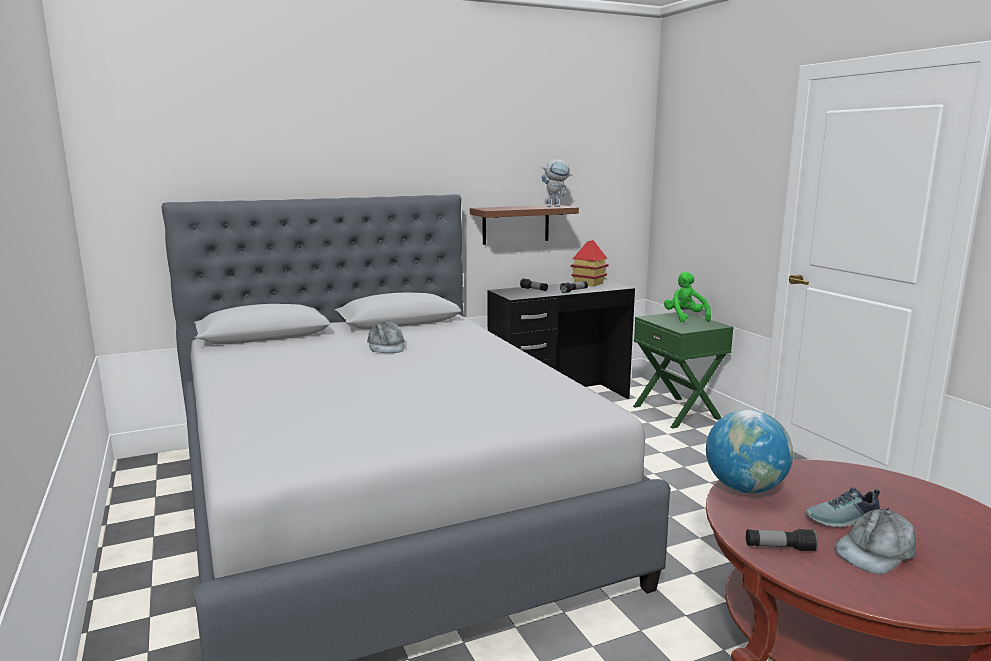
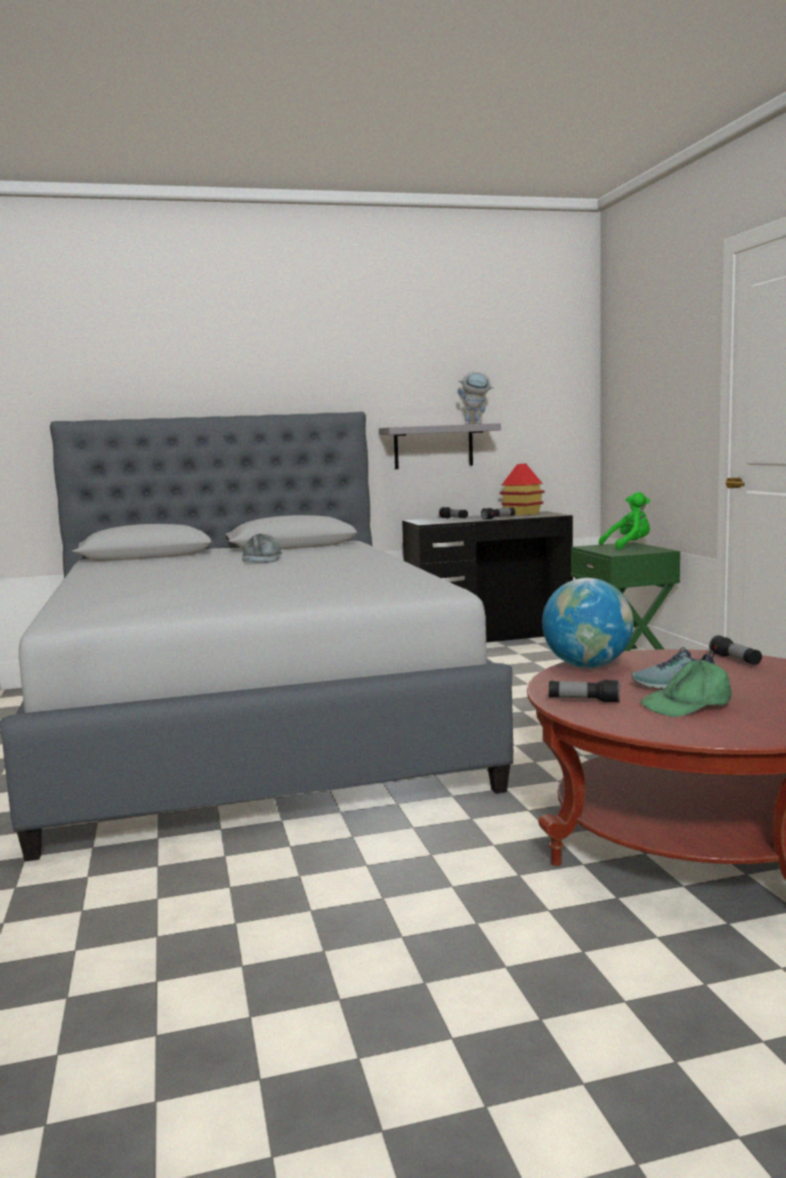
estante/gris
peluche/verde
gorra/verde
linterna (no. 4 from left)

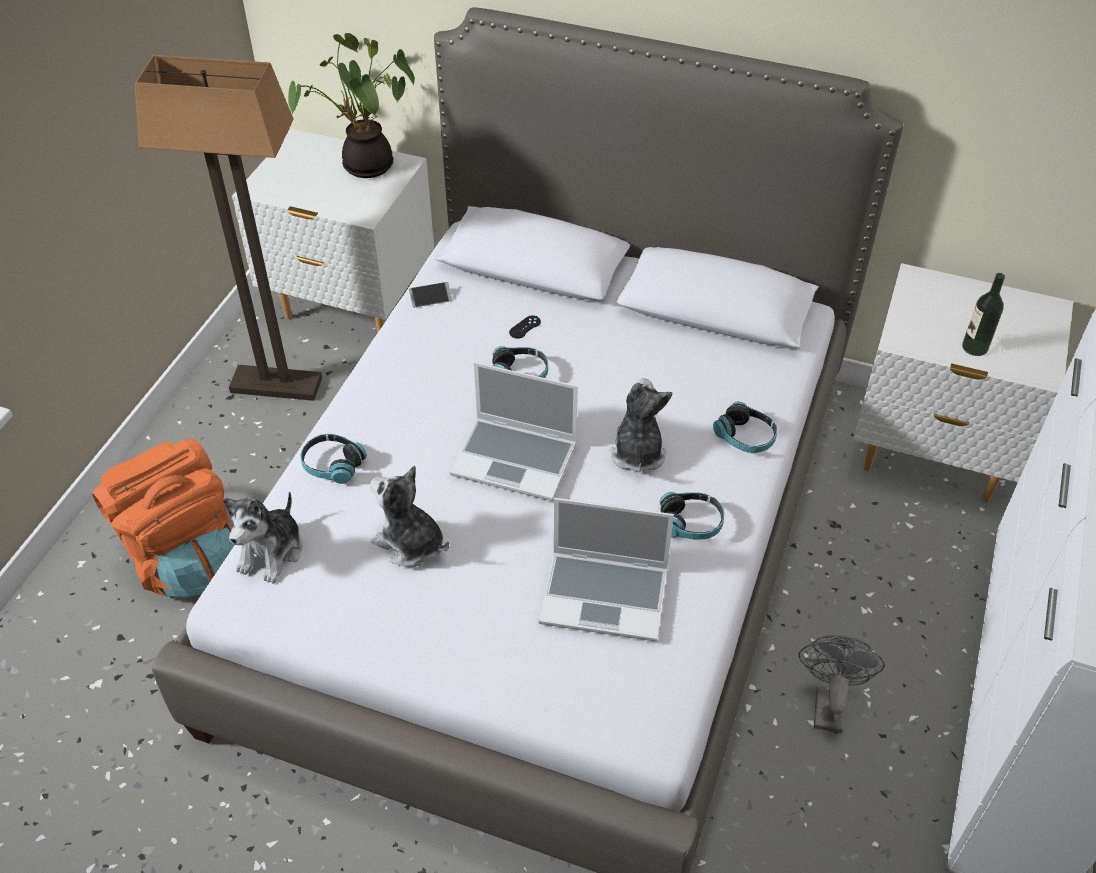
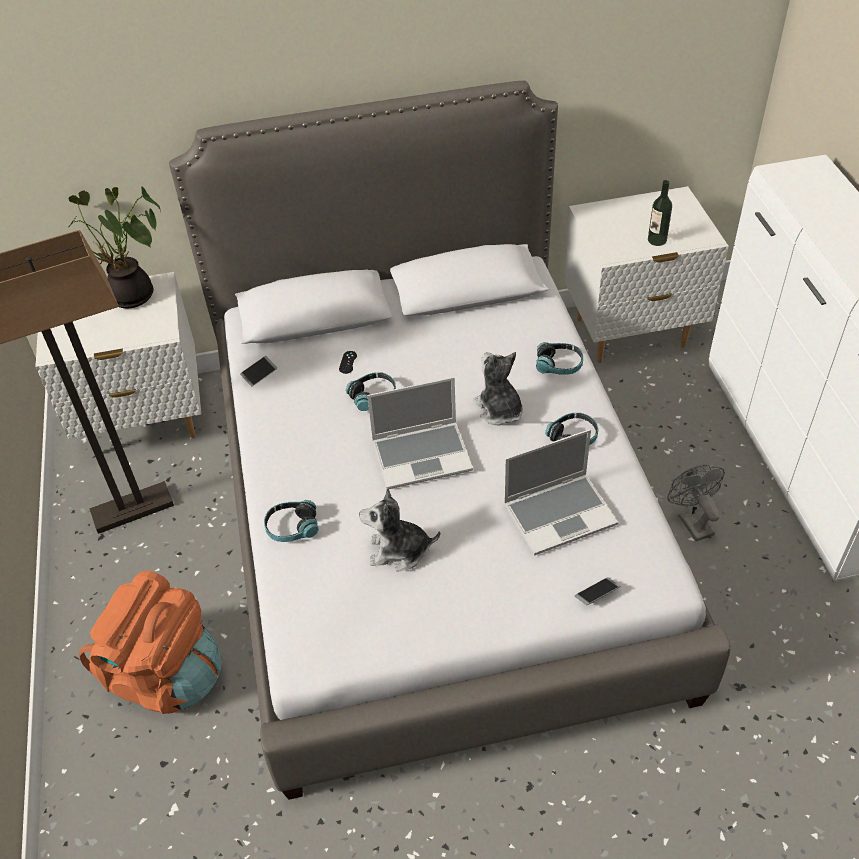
peluche (no. 1 from left in the first image)
móvil (no. 2 from left)

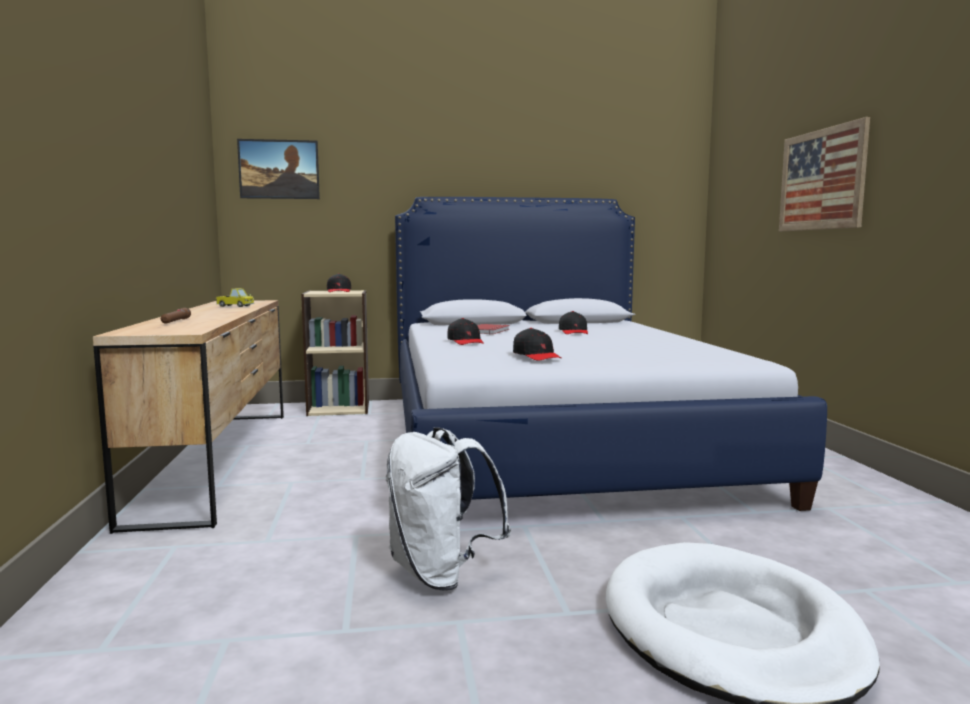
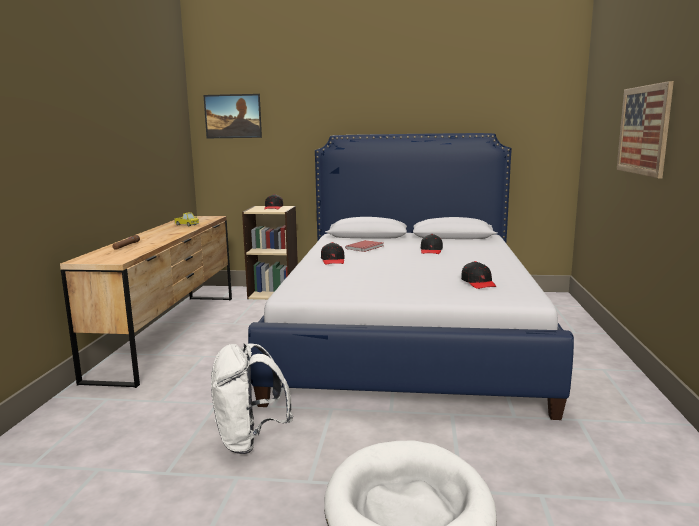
gorra/negro (no. 4 from left)

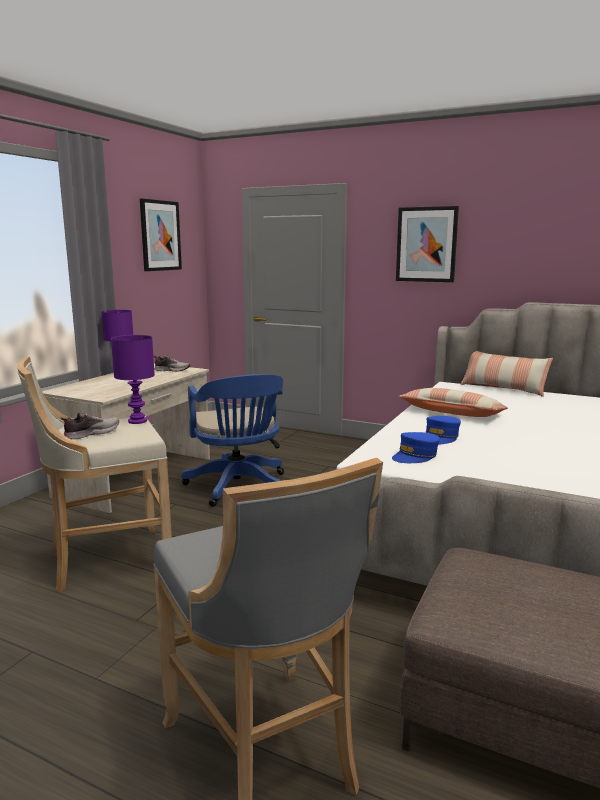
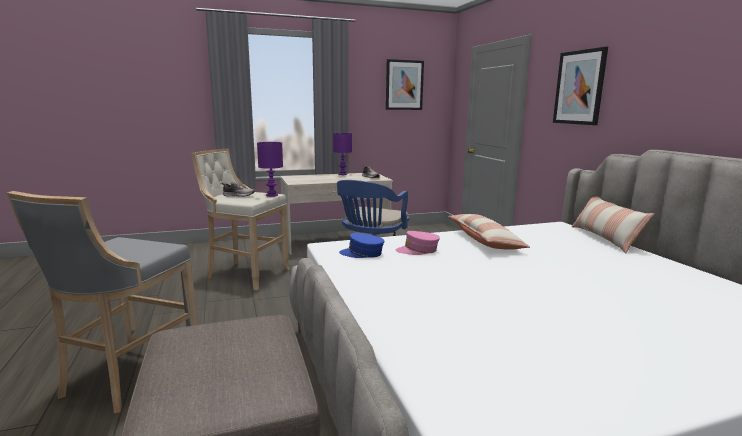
gorra/rosa

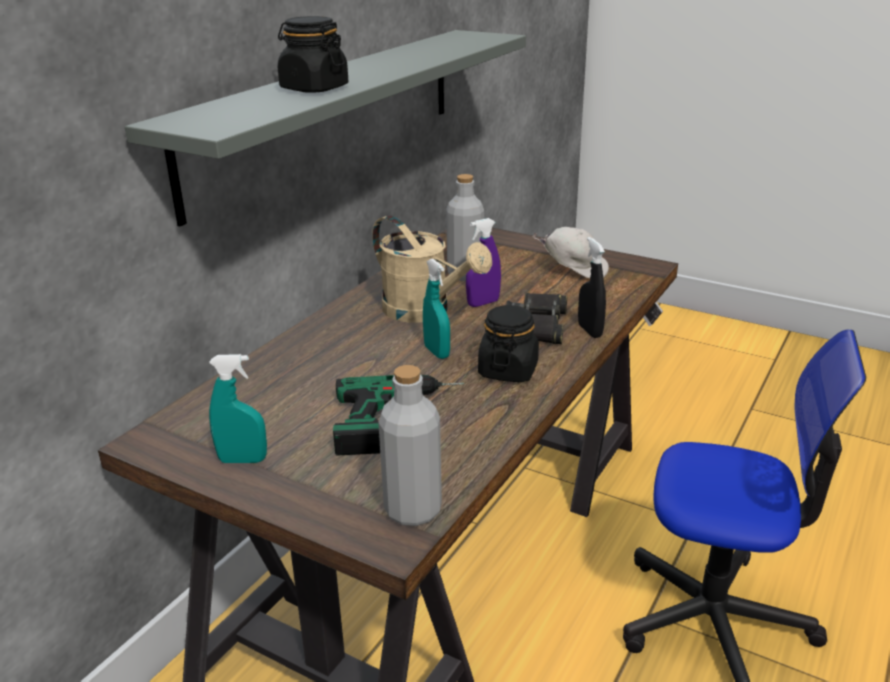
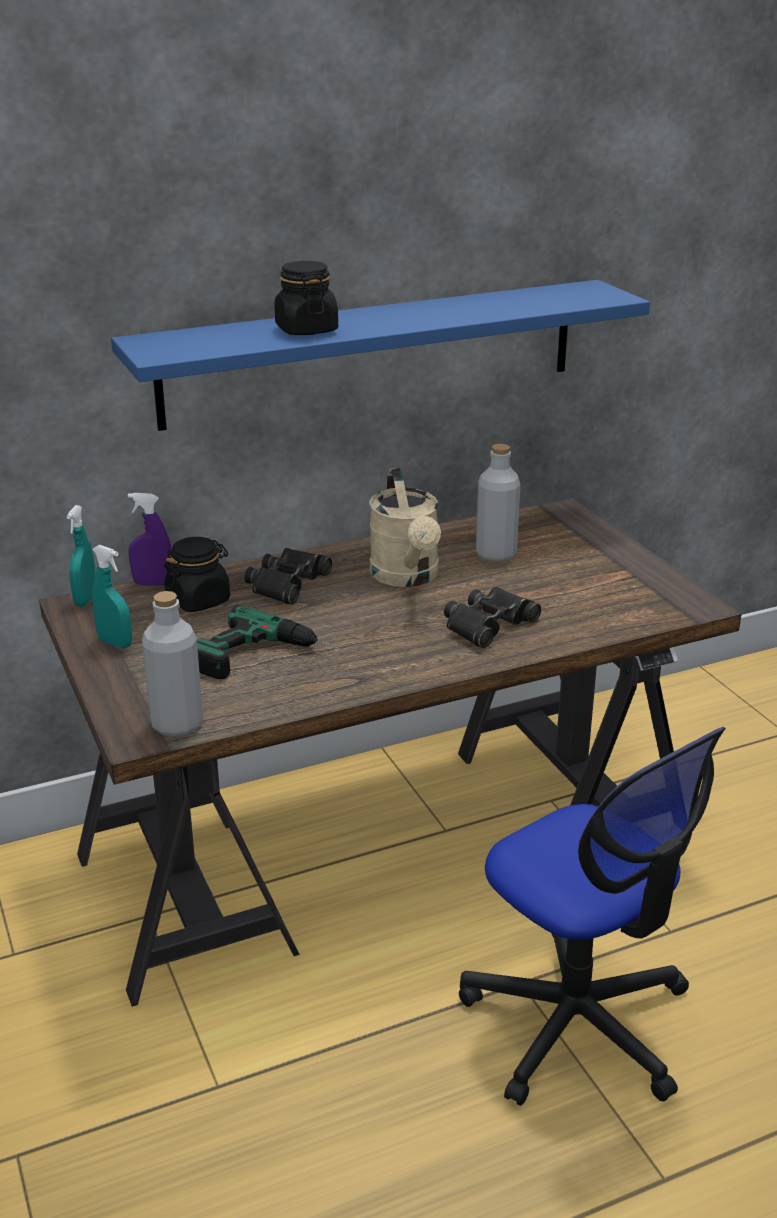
estante/azul
pulverizador/morado
gorra/blanco
pulverizador/negro
pulverizador/turquesa (no. 1 from left)
tarro/negro (no. 1 from left)
prismáticos/negro (no. 1 from left)

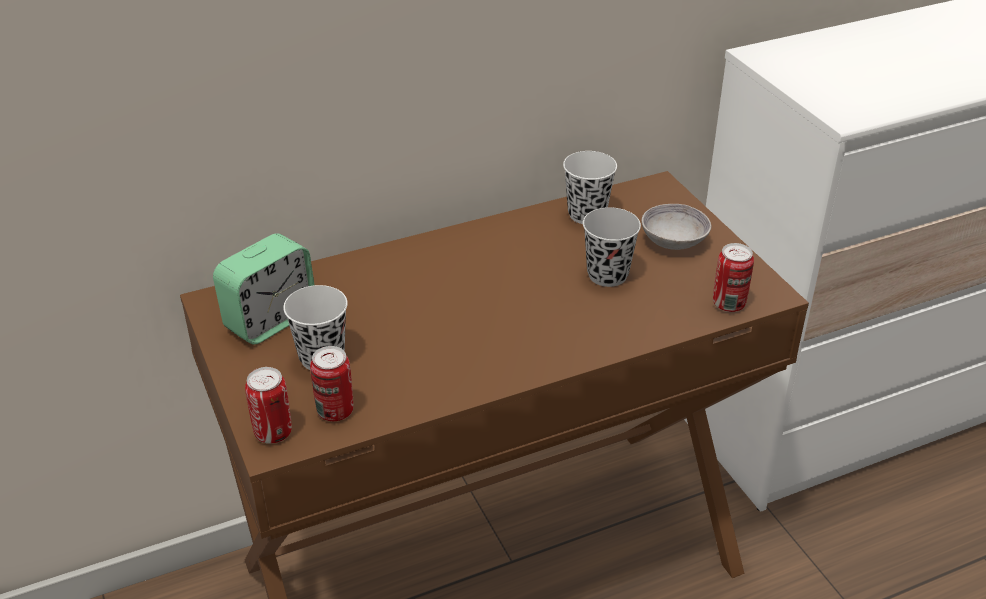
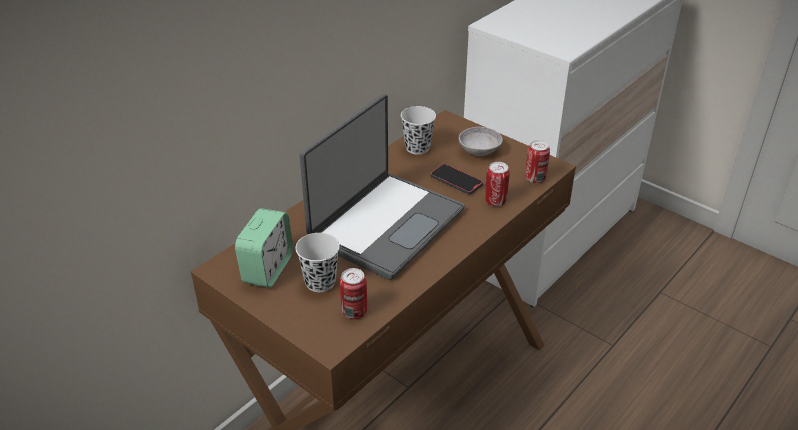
móvil
lata (no. 2 from left)
portátil

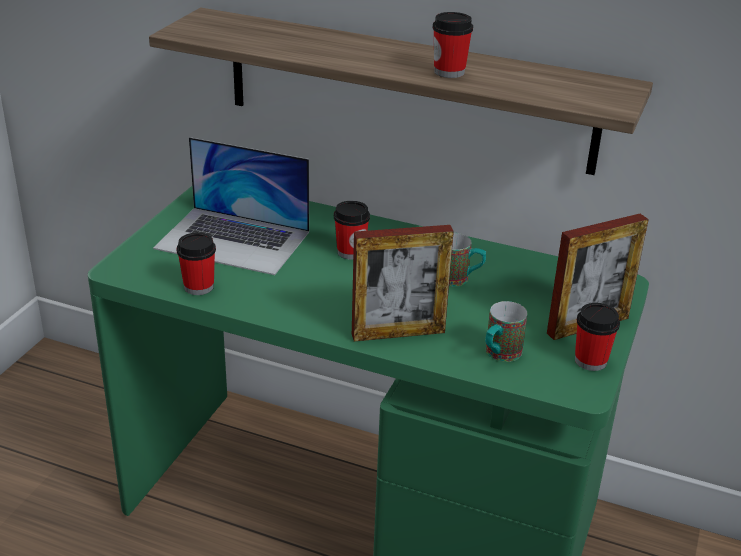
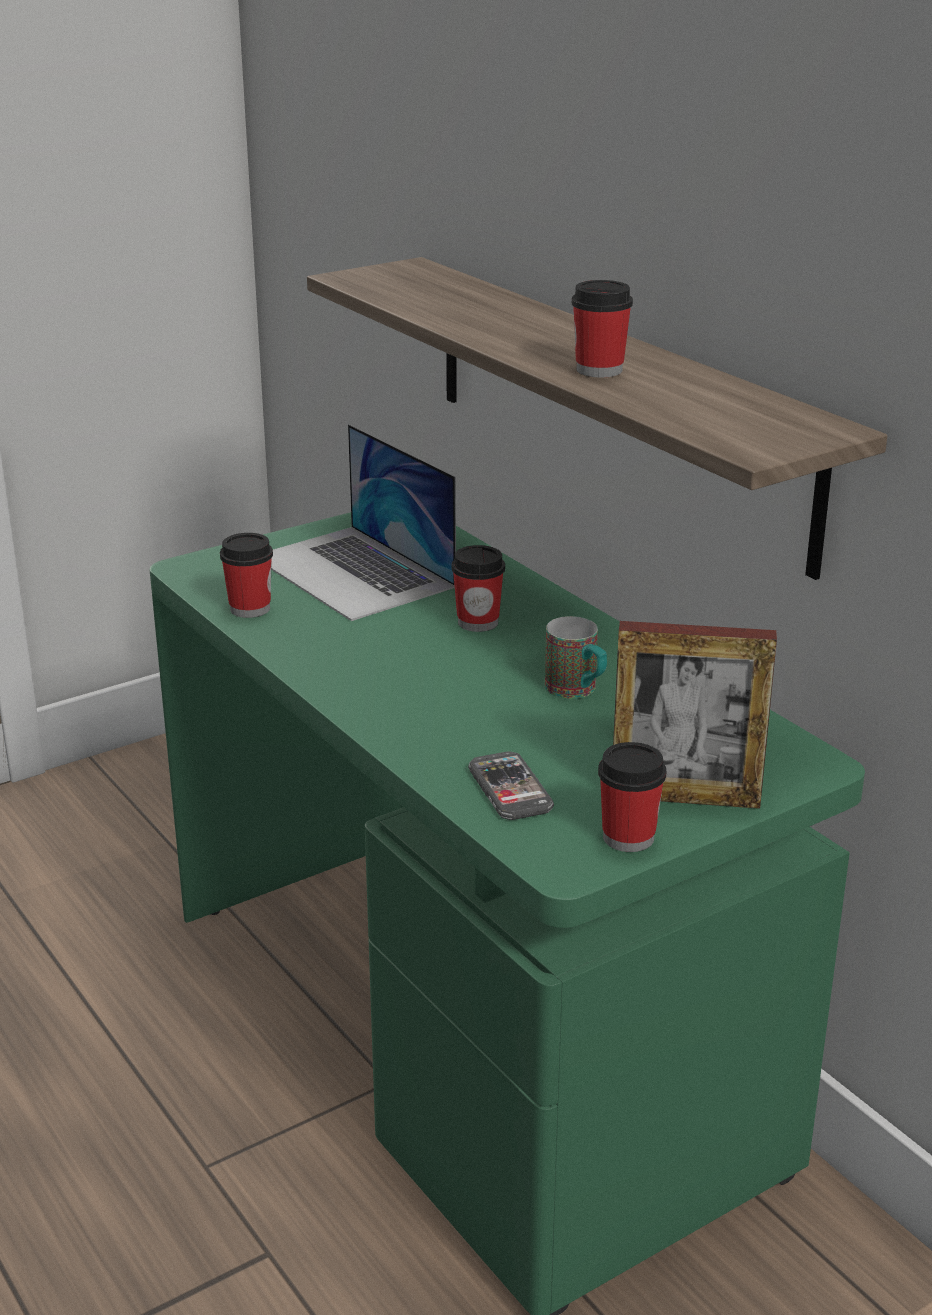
portarretratos (no. 1 from left in the first image)
móvil

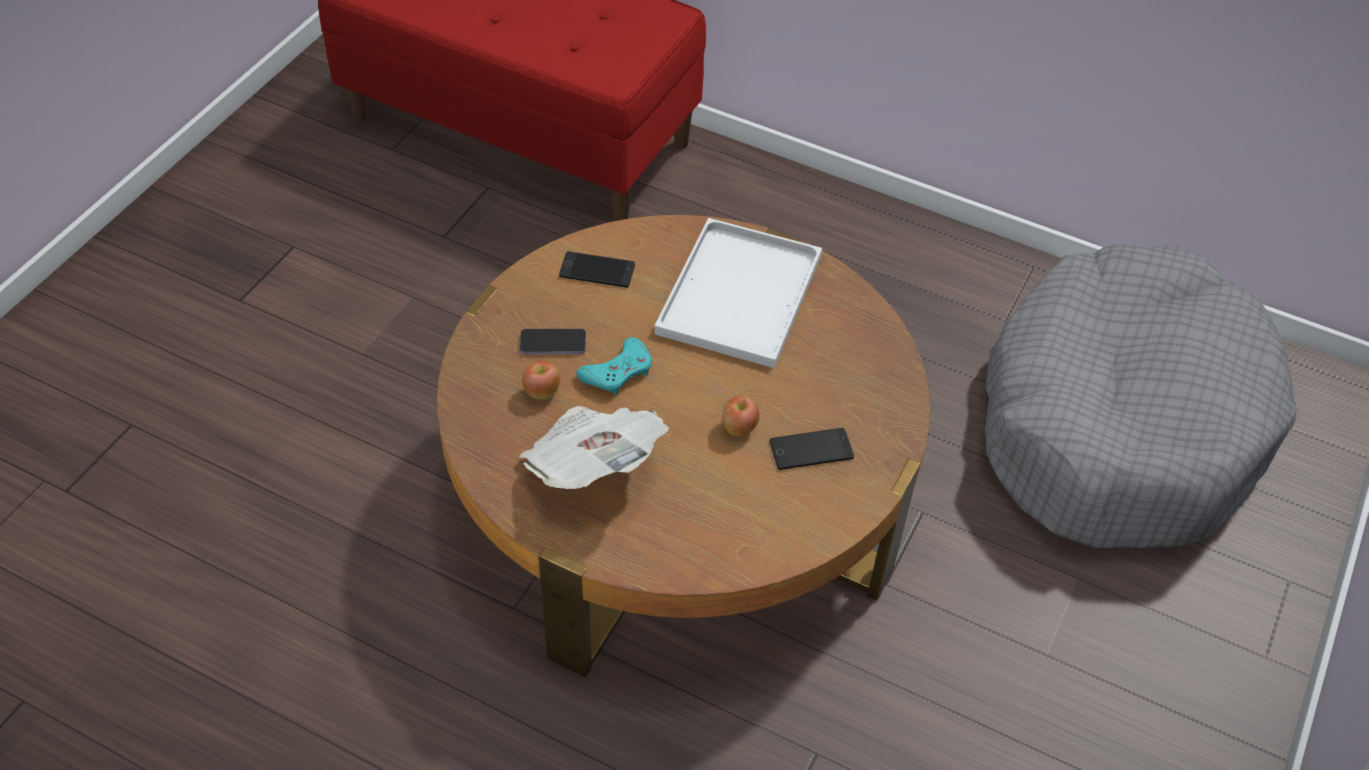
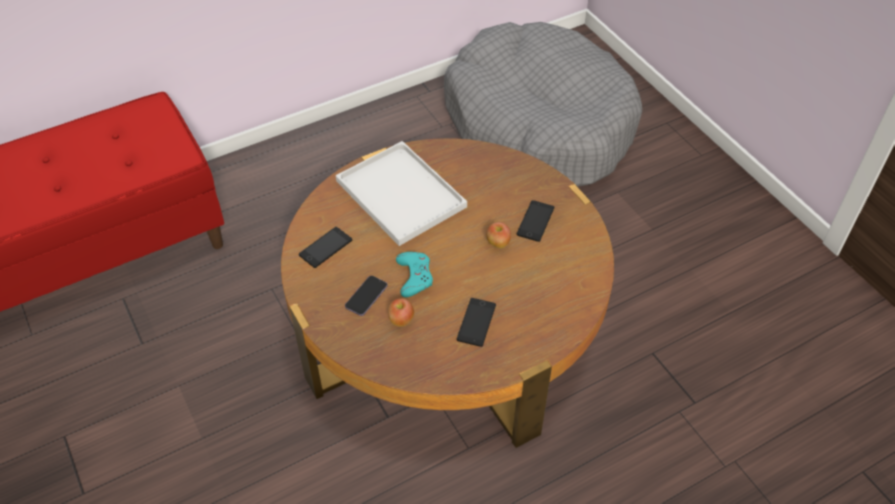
móvil (no. 3 from left)

